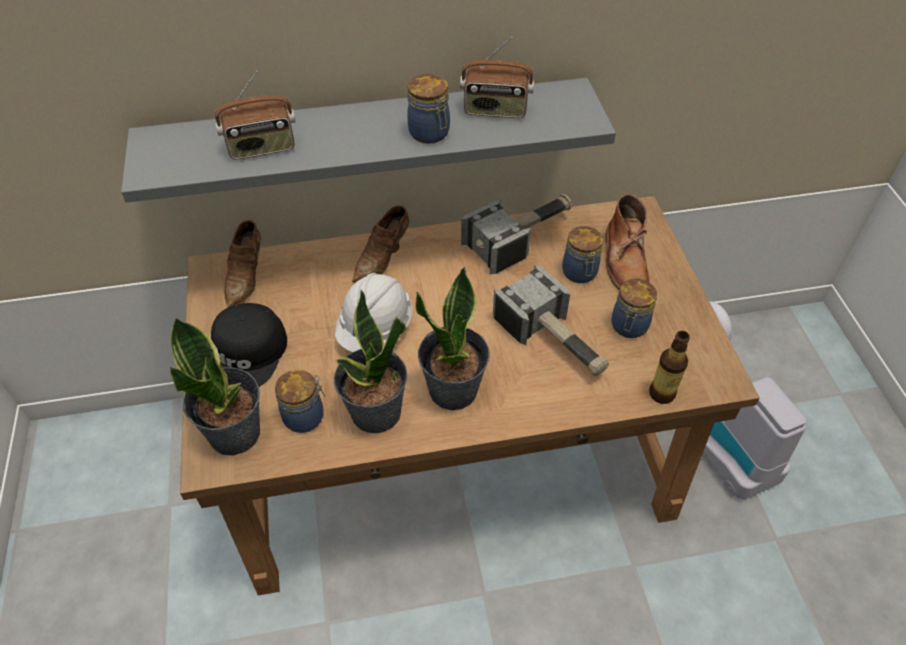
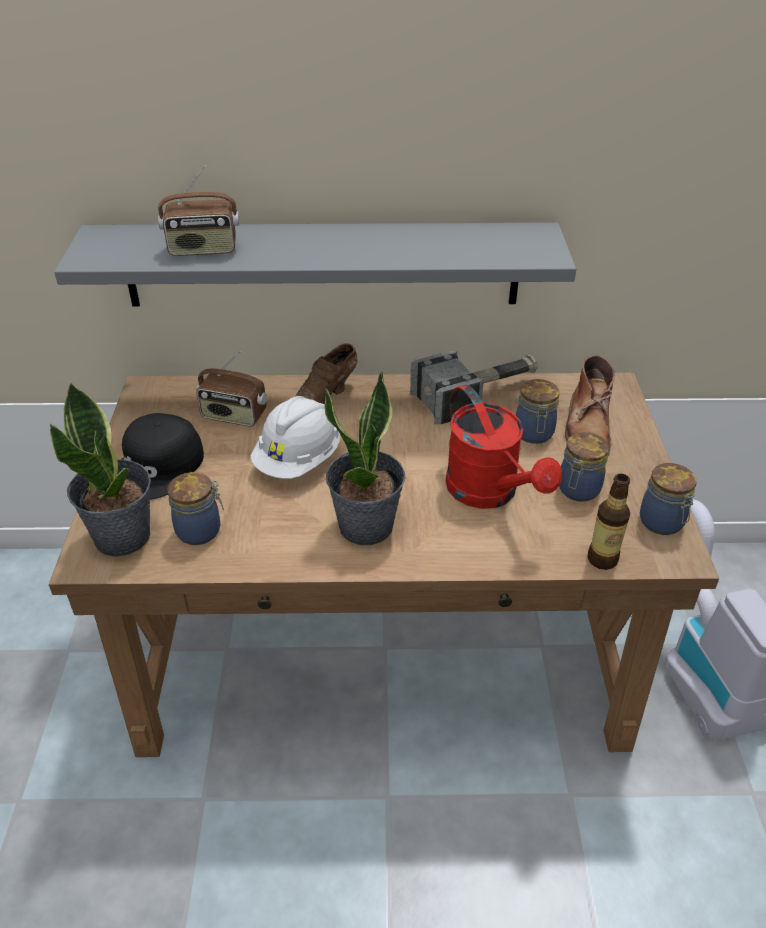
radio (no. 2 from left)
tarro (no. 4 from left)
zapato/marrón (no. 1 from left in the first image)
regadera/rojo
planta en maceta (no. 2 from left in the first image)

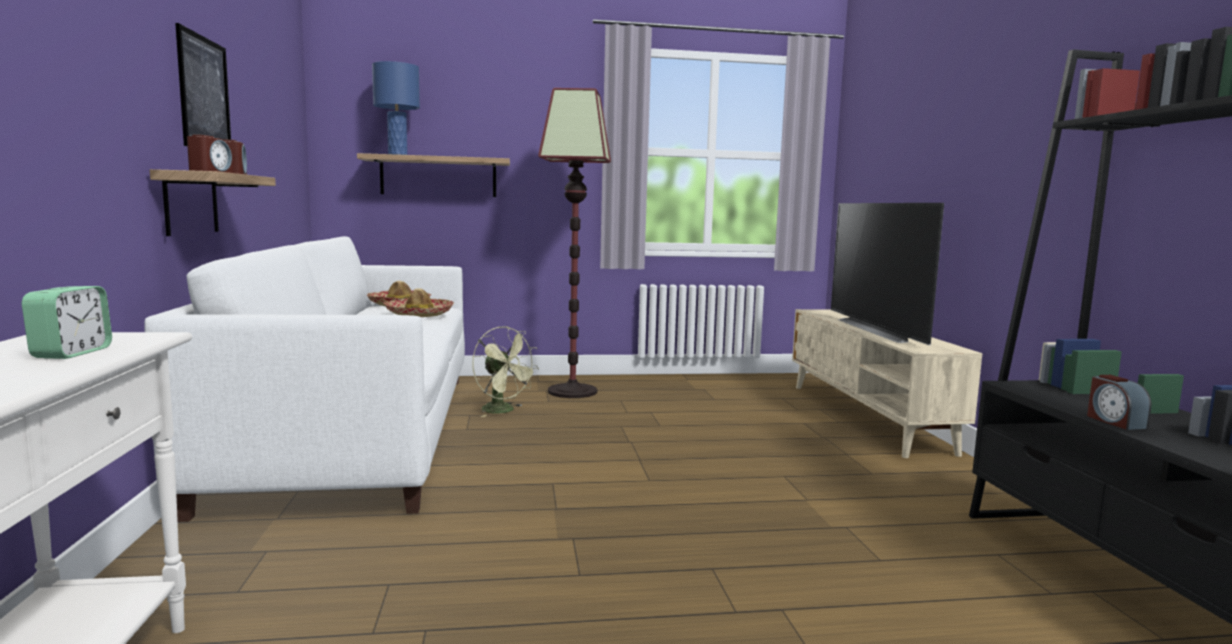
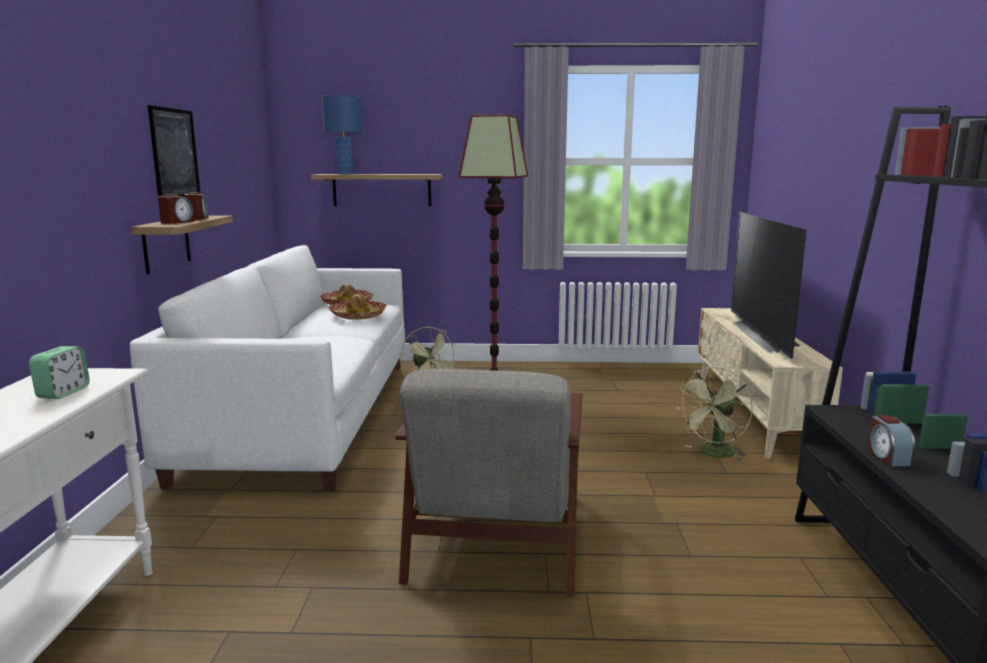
ventilador/verde (no. 2 from left)
sillón/gris

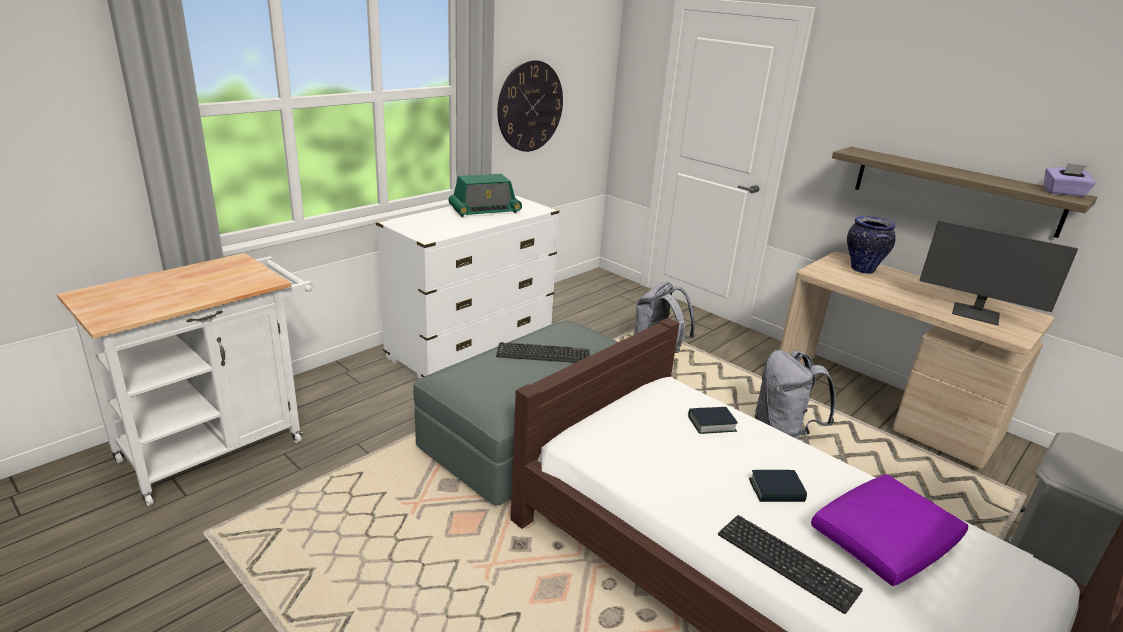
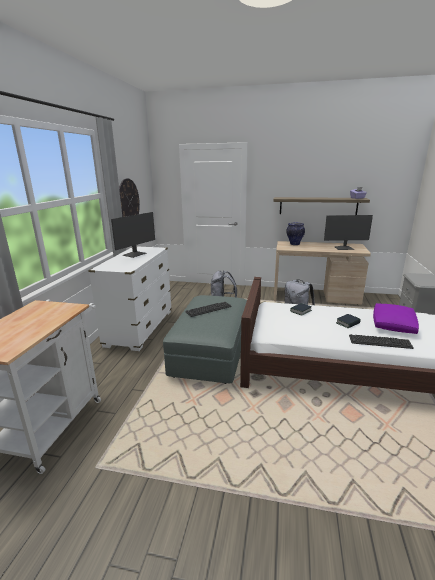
monitor (no. 1 from left)

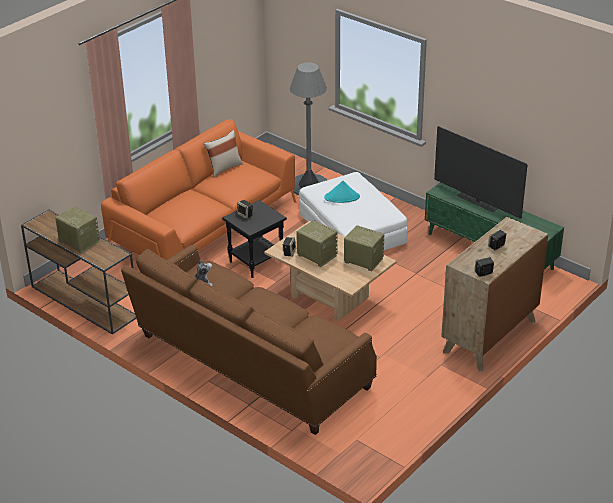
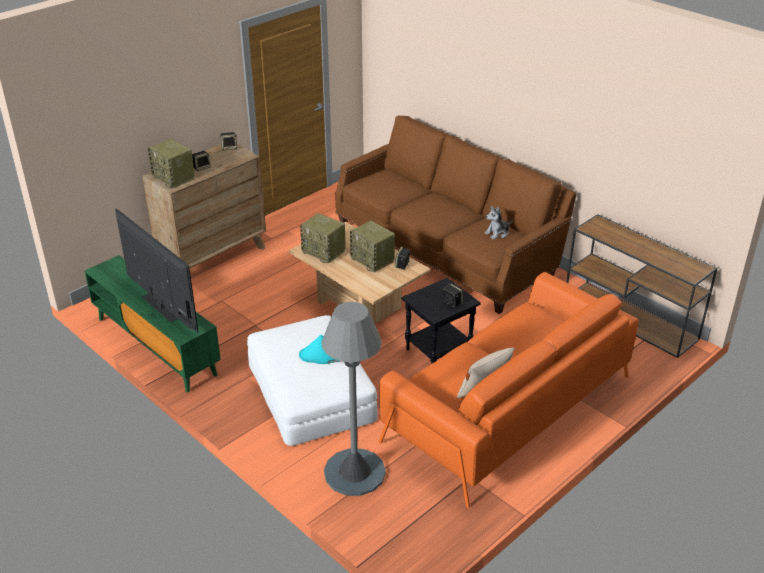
radio (no. 1 from left)

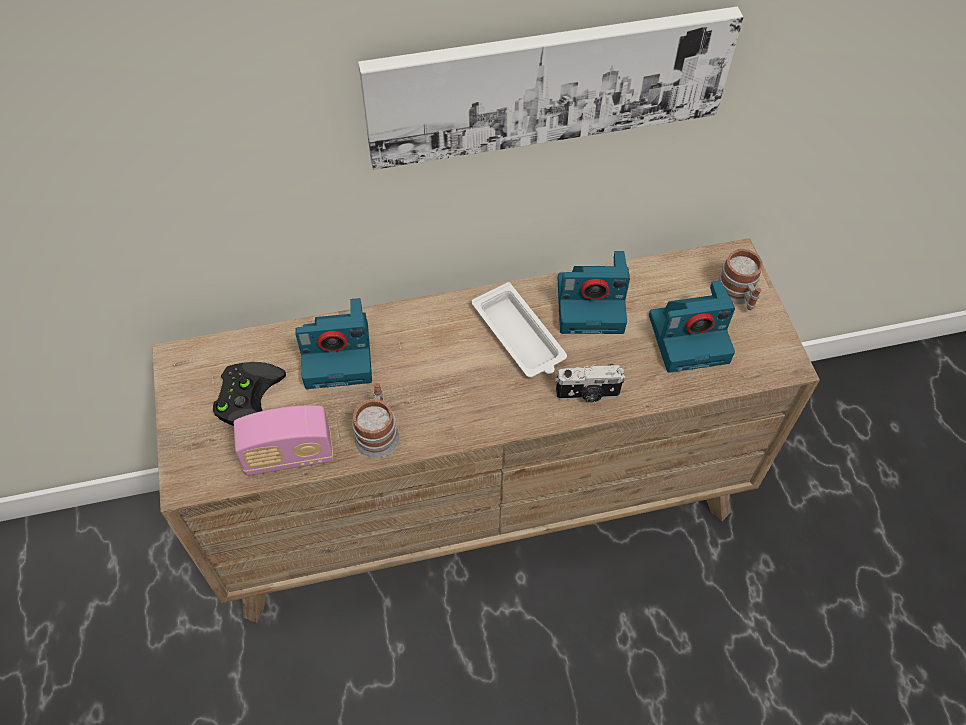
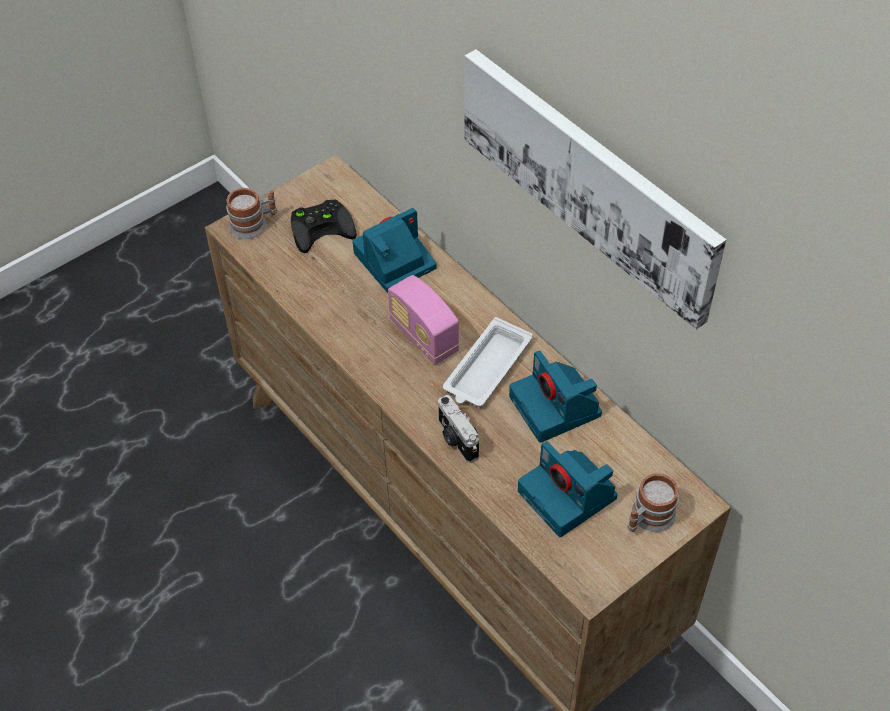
cámara (no. 1 from left)
taza grande (no. 1 from left)
radio

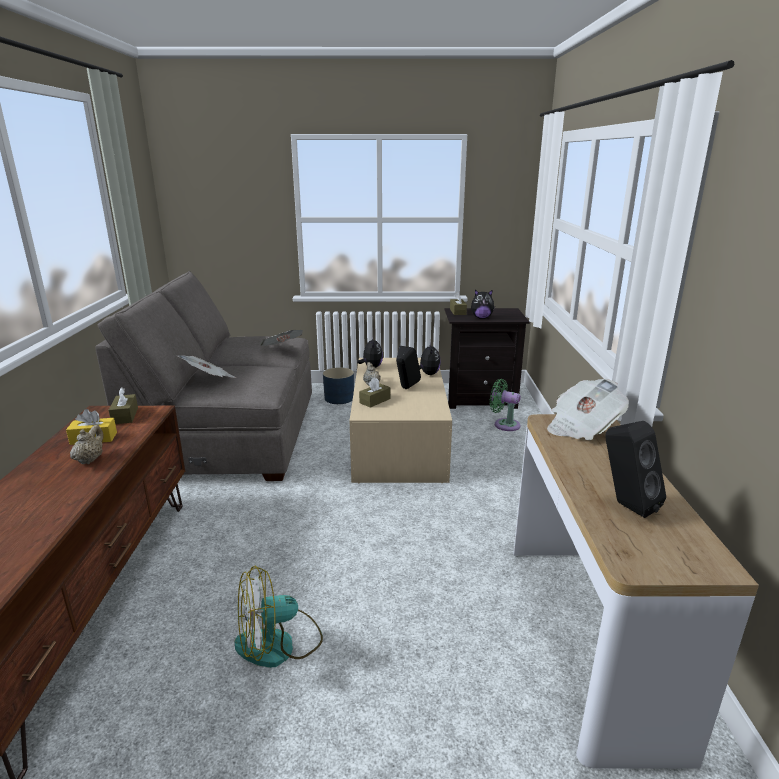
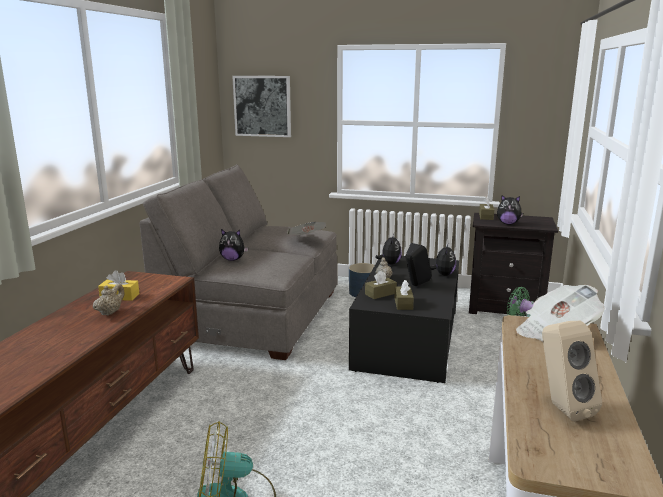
peluche (no. 1 from left)
mesa de centro/negro
caja de pañuelos/marrón (no. 2 from left)
altavoz/beis
cuadro

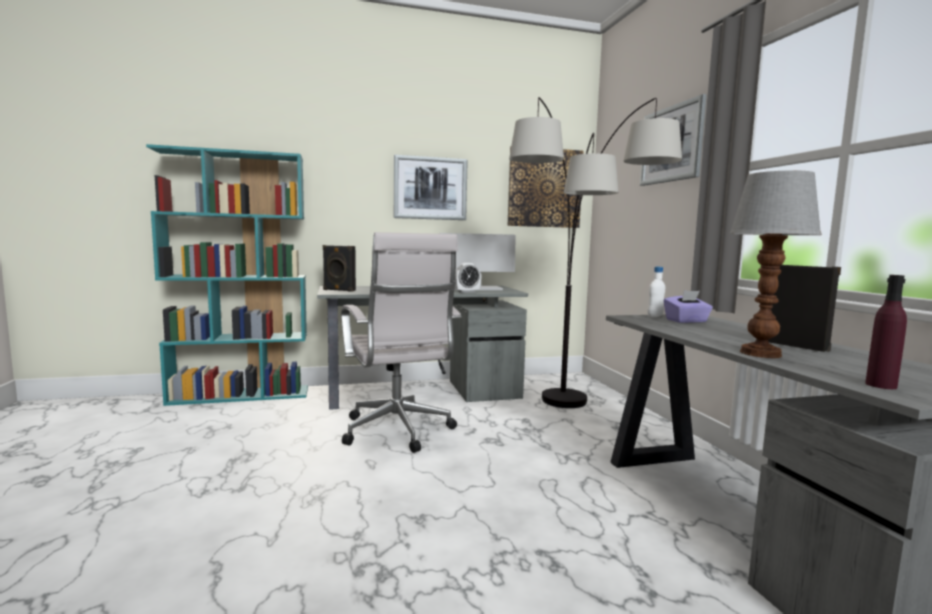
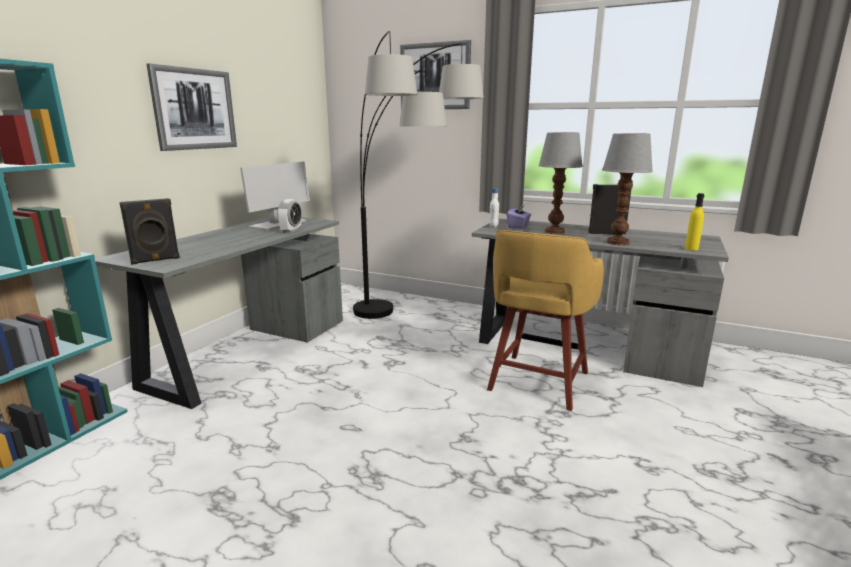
cuadro (no. 2 from left in the first image)
silla de oficina/blanco
botella/amarillo
lámpara de mesa (no. 1 from left)
taburete/amarillo

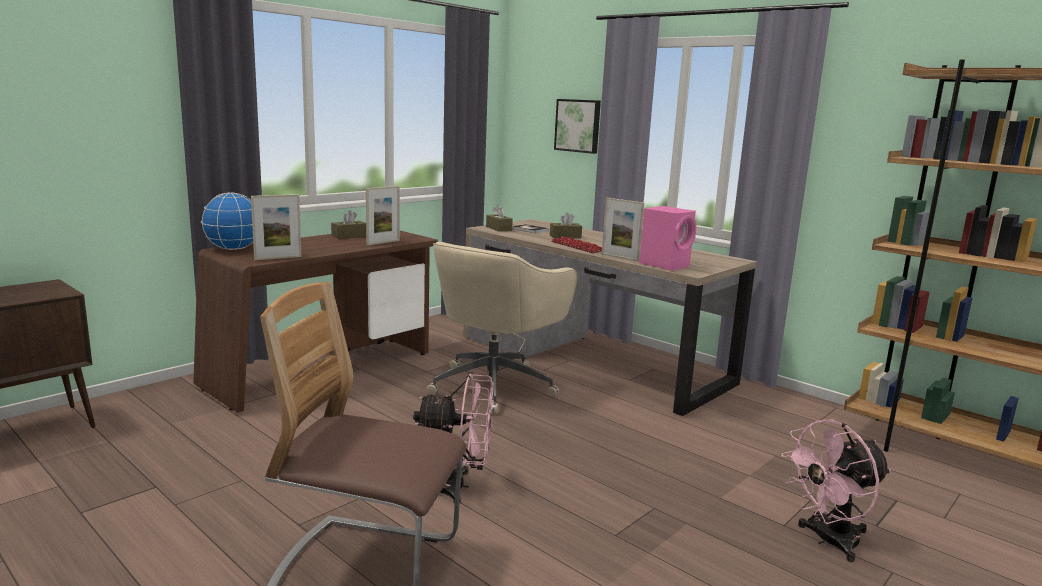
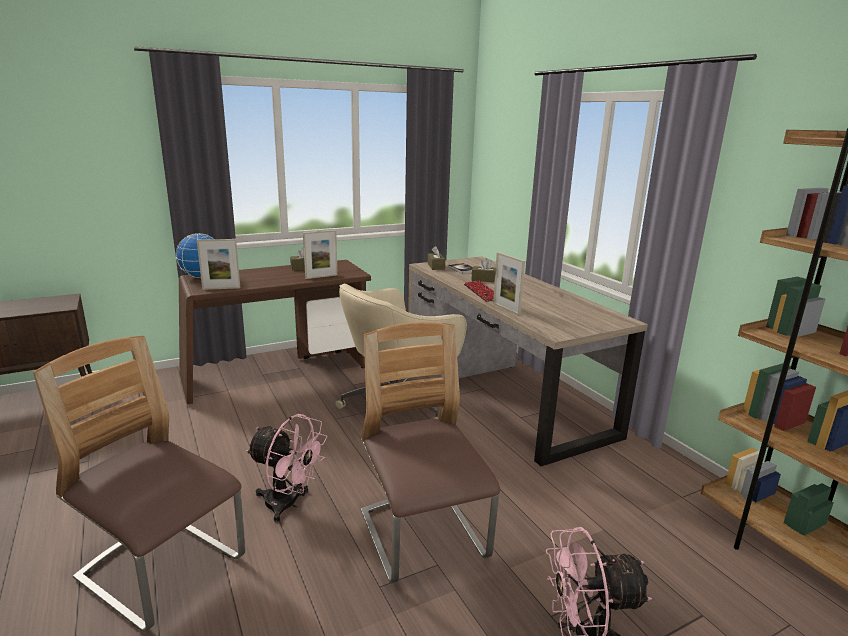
cuadro
altavoz/rosa
silla (no. 2 from left)

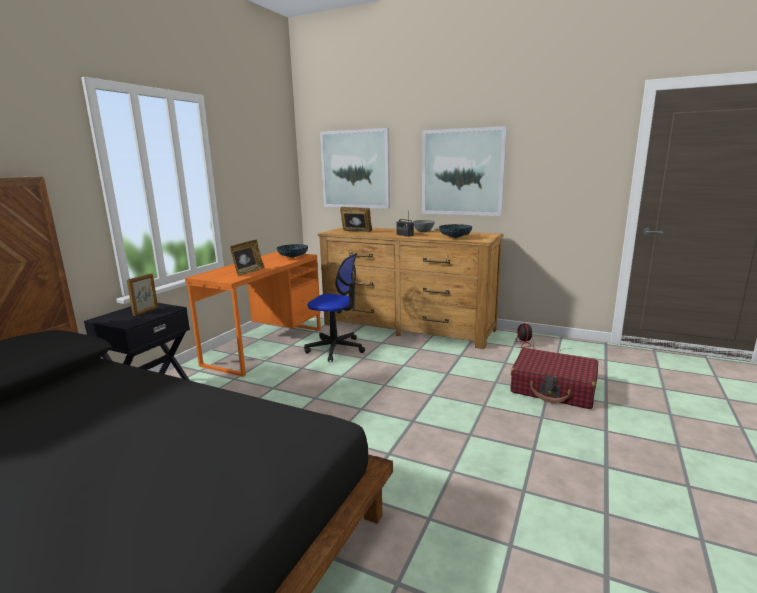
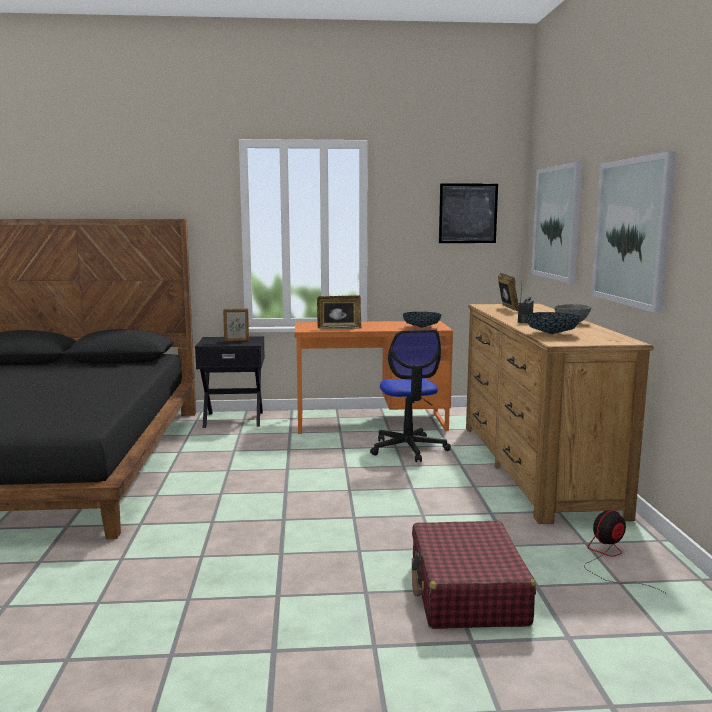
cuadro (no. 1 from left)

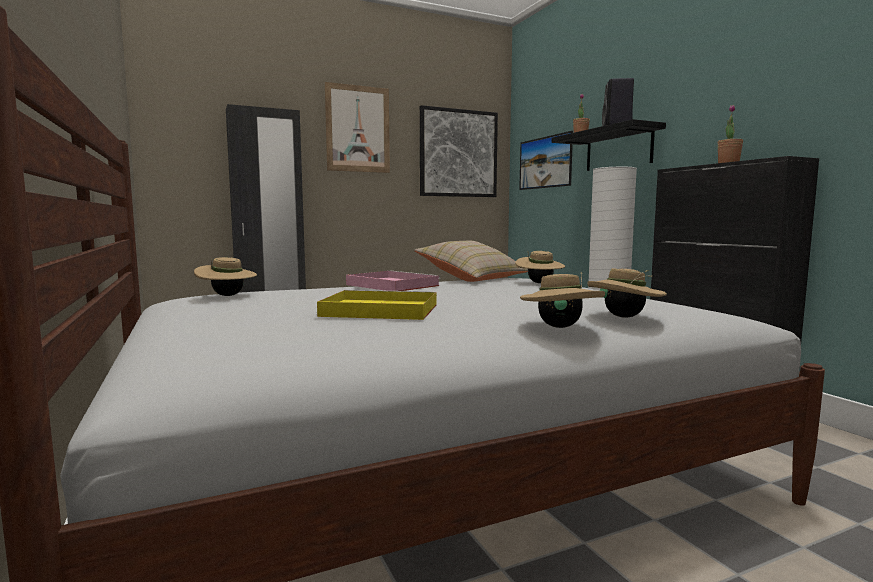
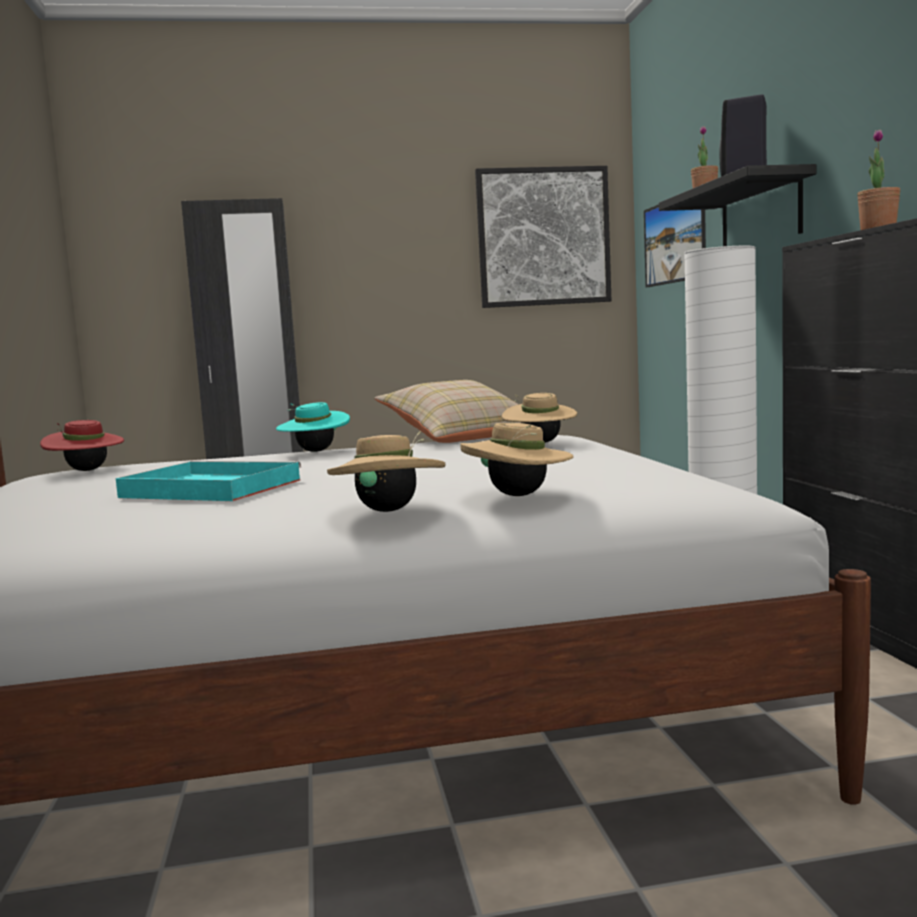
cuadro (no. 1 from left in the first image)
sombrero/rojo
sombrero/turquesa
bandeja/turquesa

